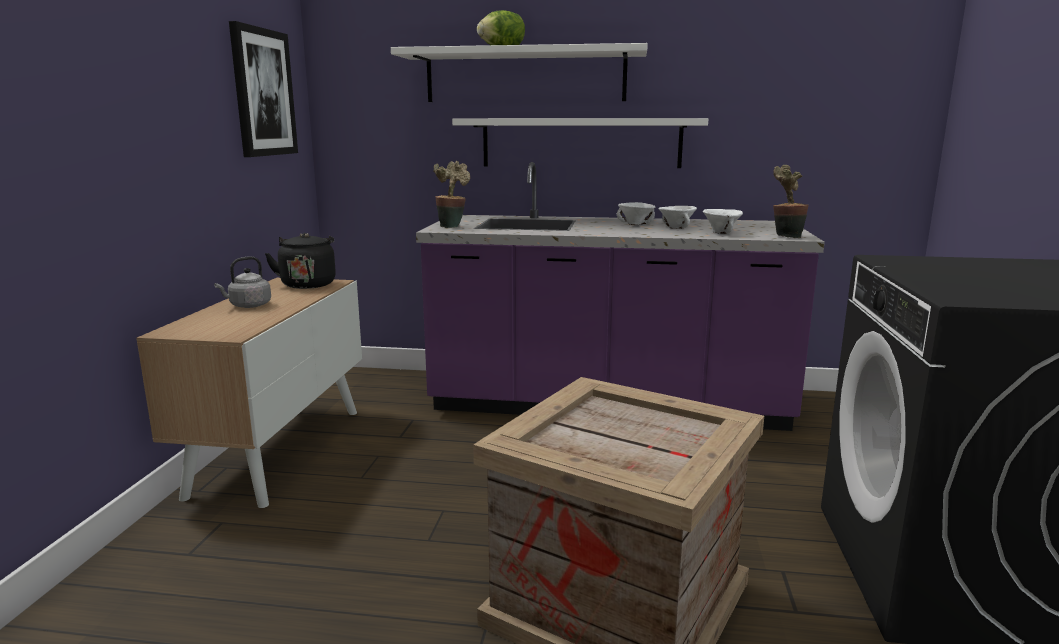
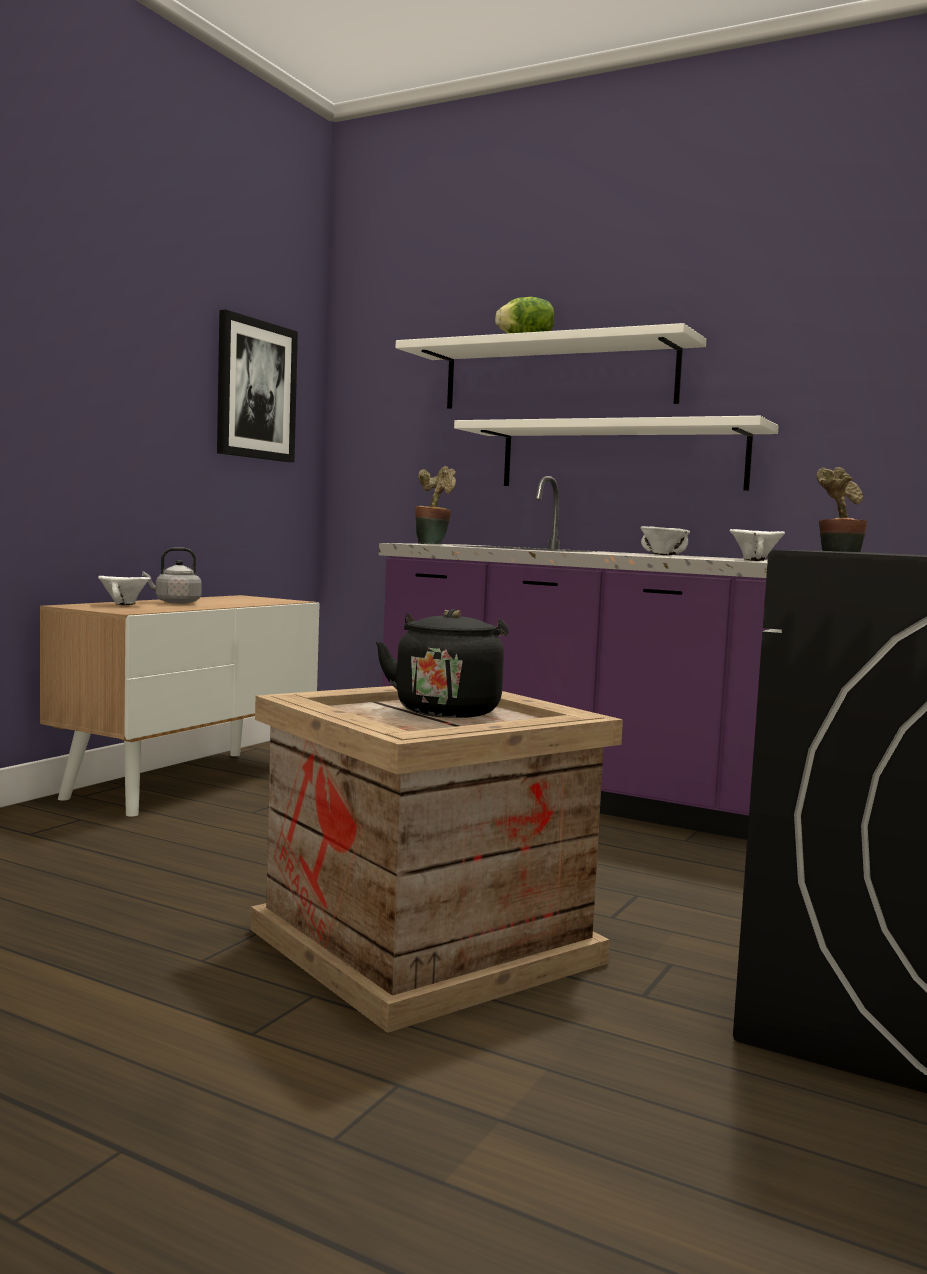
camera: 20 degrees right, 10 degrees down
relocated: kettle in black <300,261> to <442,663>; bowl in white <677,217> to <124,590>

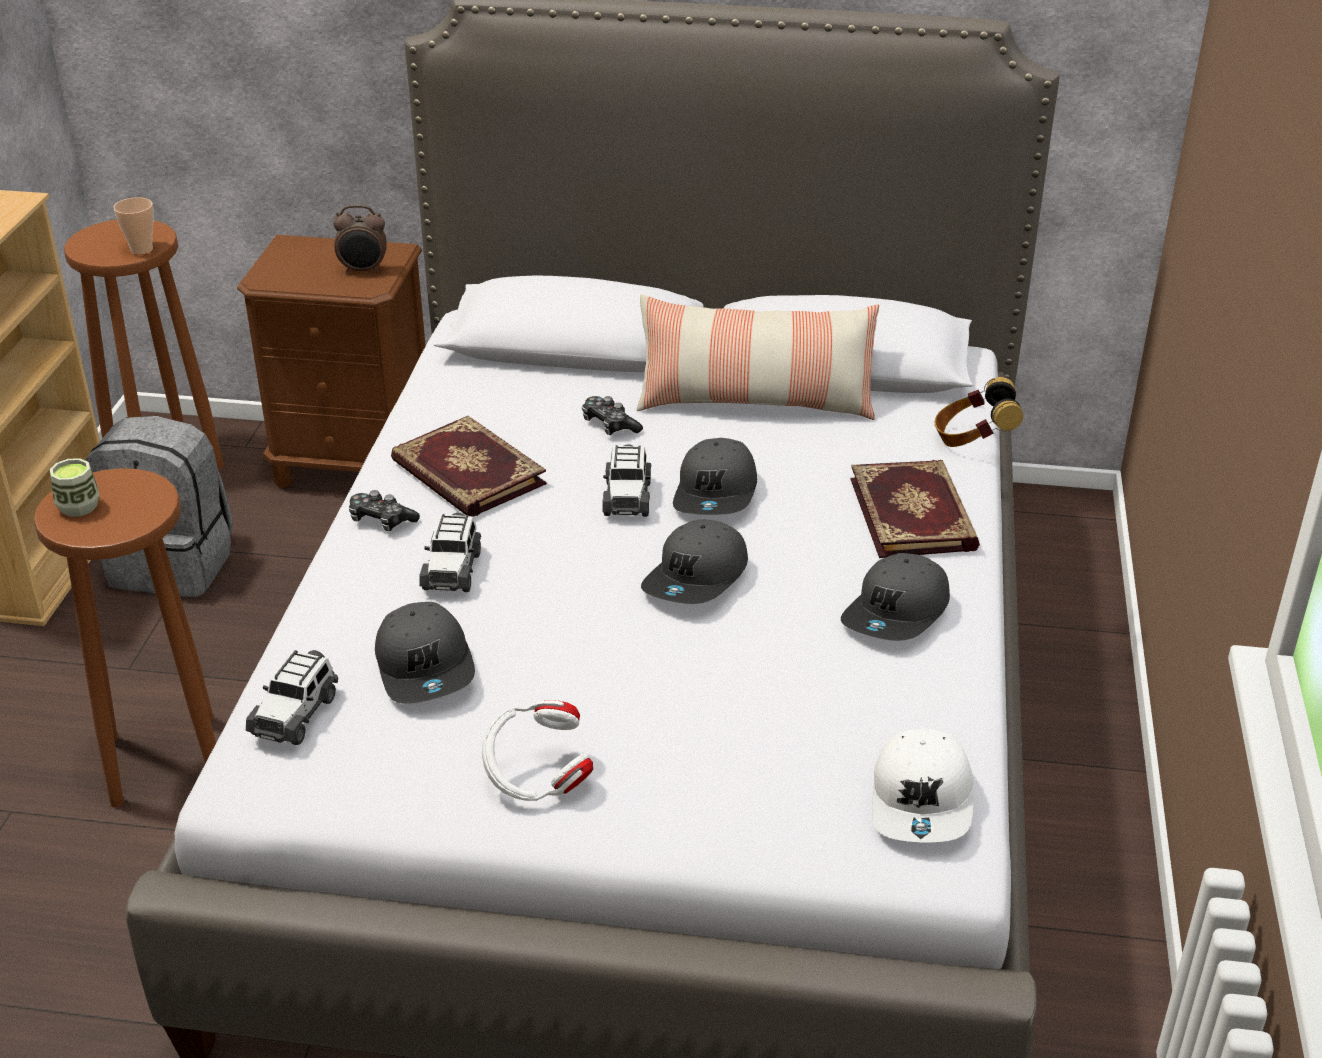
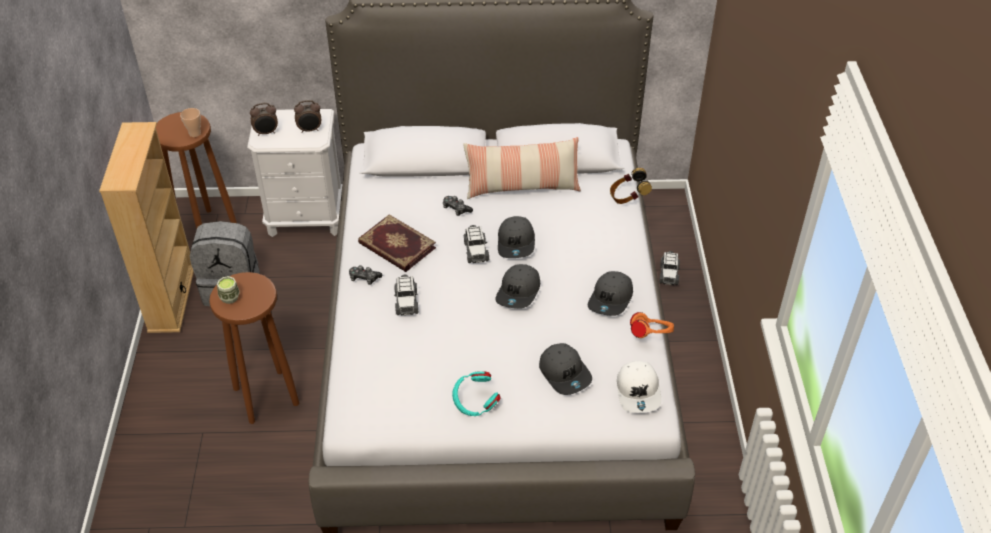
camera: 10 degrees left, 10 degrees up
missing: book <915,509>
appeared: alarm clock <264,119>; headphones in orange <652,325>
relocated: toy car <292,697> to <669,268>; cap in grey <425,653> to <565,369>
colour: nightstand in brown <331,362> to nightstand in white <294,173>; headphones in white <537,750> to headphones in turquoise <476,393>

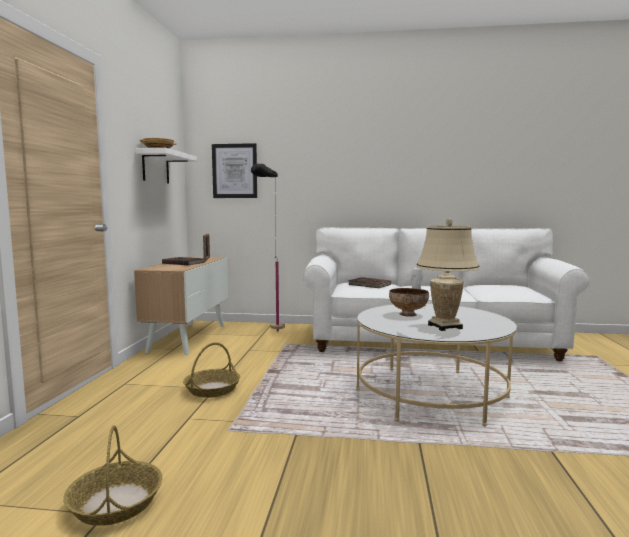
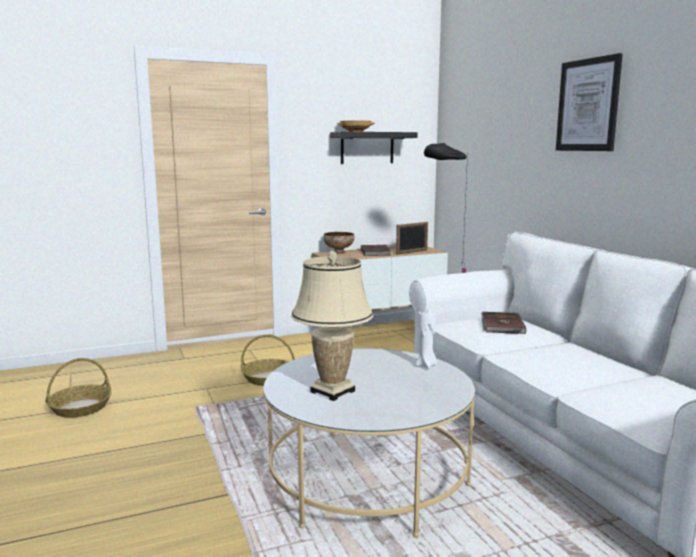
camera: 60 degrees right, 5 degrees up
relocated: picture <234,170> to <589,102>; bowl <409,302> to <339,243>
colour: shelf in white <166,166> to shelf in black <373,148>

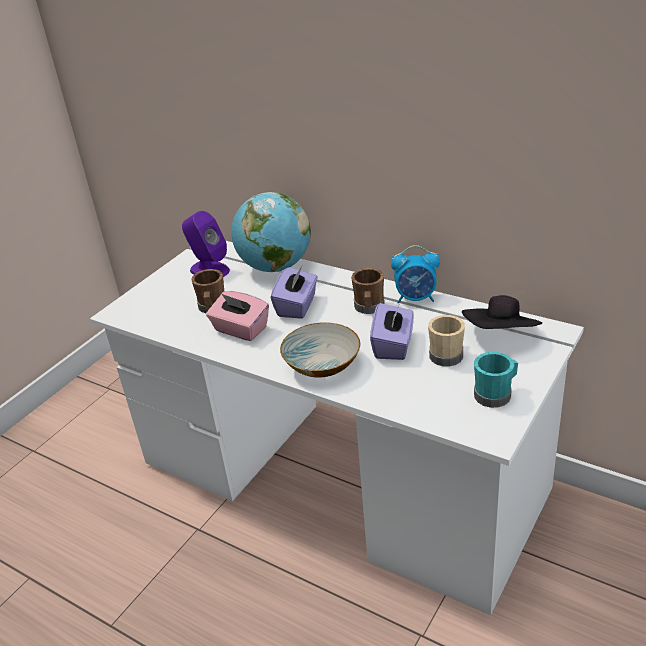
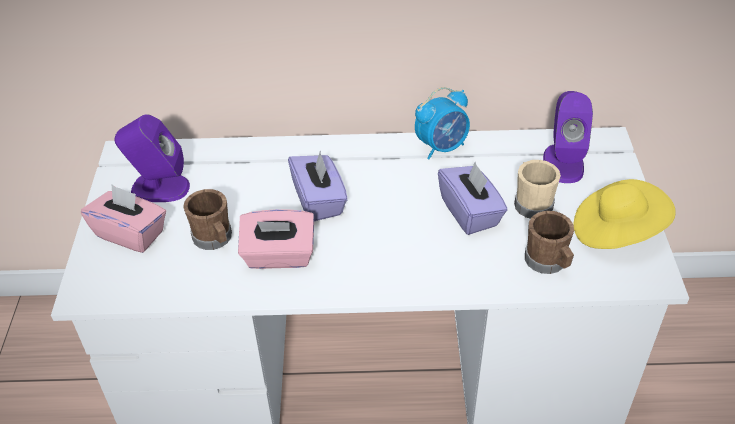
camera: 35 degrees left, 10 degrees up
missing: globe <271,232>; bowl <320,349>
appeared: tissue box in pink <123,219>
relocated: mug in brown <368,291> to <549,242>
exchanged: hat in black <502,312> to speaker in purple <568,137>; mug in turquoise <496,380> to hat in yellow <625,214>

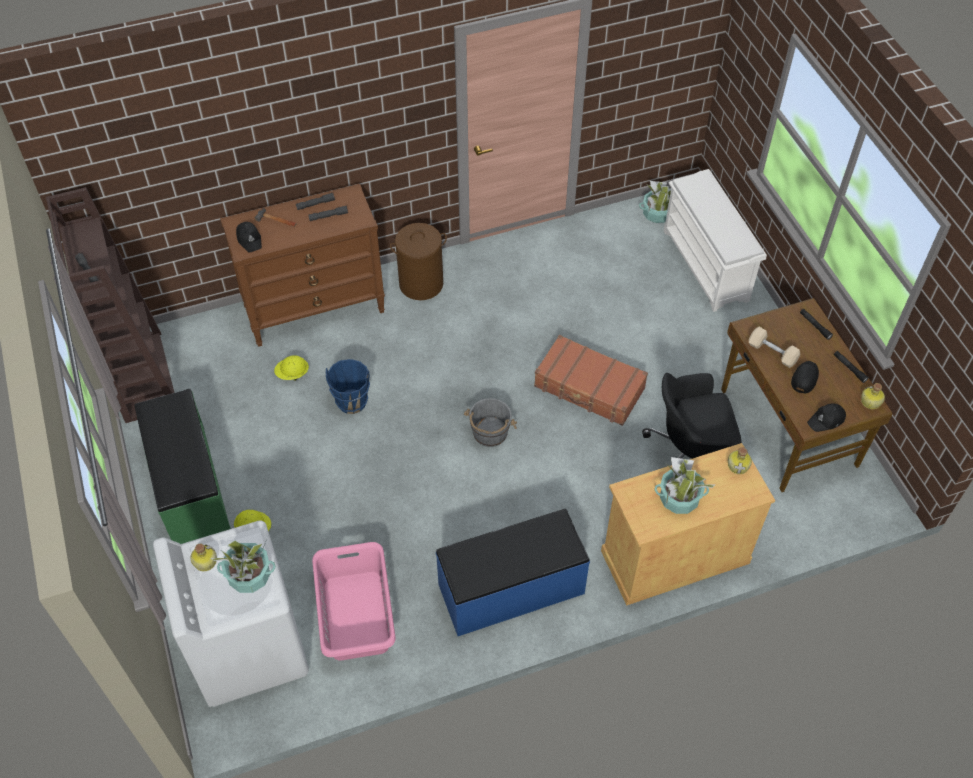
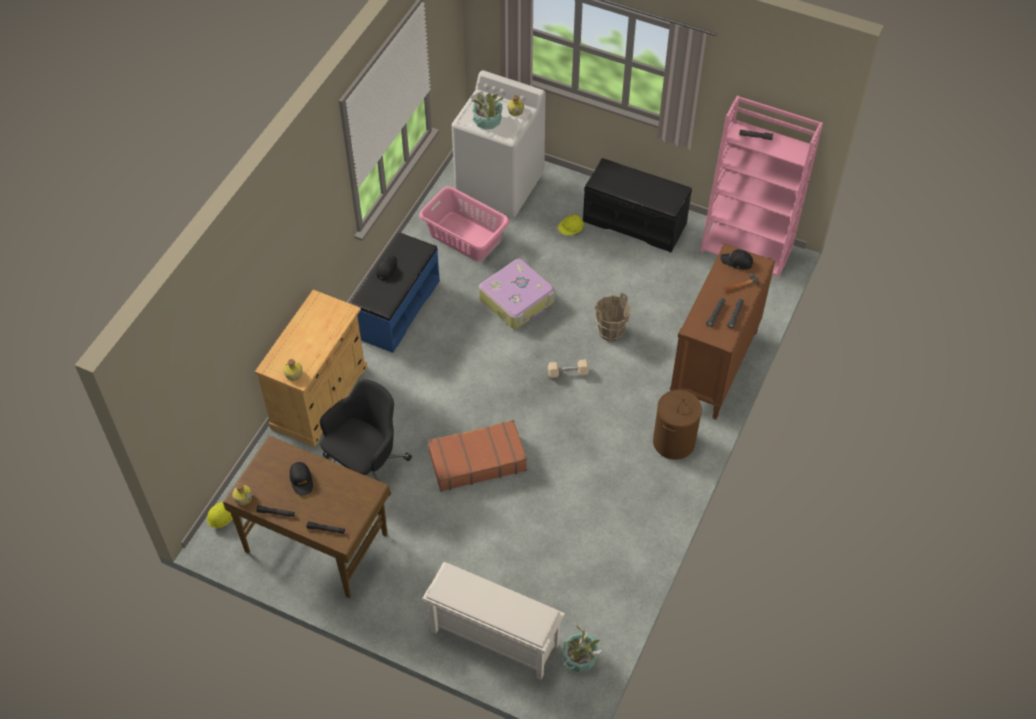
camera: 135 degrees right, 0 degrees up
missing: bucket in grey <490,422>; potted plant <684,485>
appeared: suitcase <517,294>
relocated: hard hat in yellow <291,368> to <220,515>; dumbbell in beige <774,347> to <568,368>; cap in black <826,417> to <386,268>
colour: bookcase in brown <110,305> to bookcase in pink <761,187>; bench in green <182,466> to bench in black <637,205>; bucket in blue <348,386> to bucket in brown <613,316>

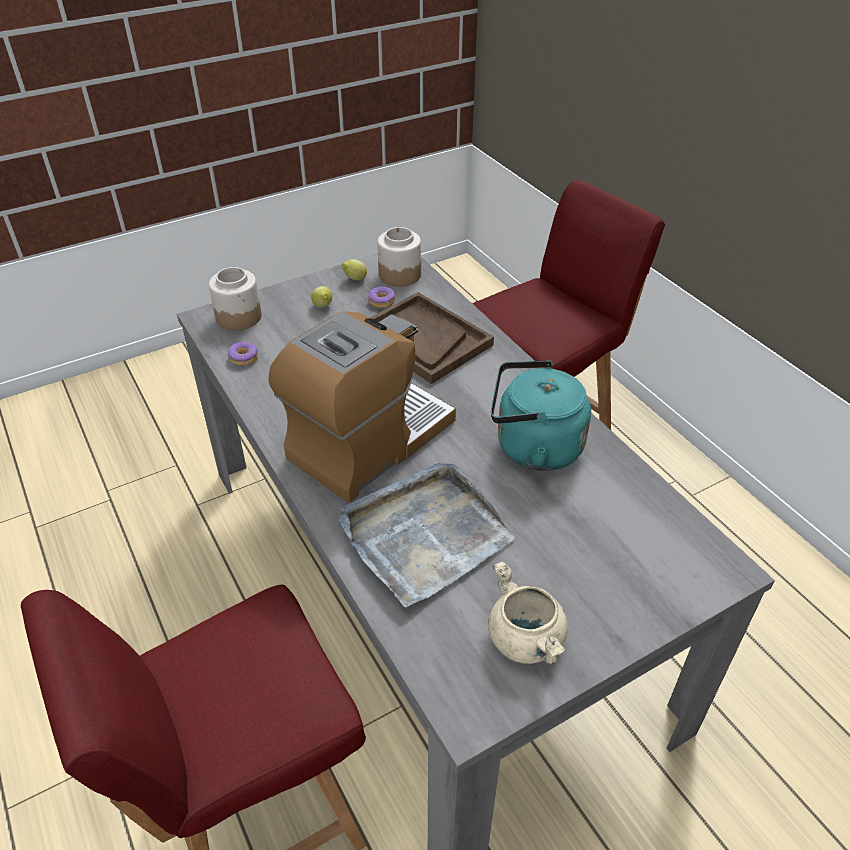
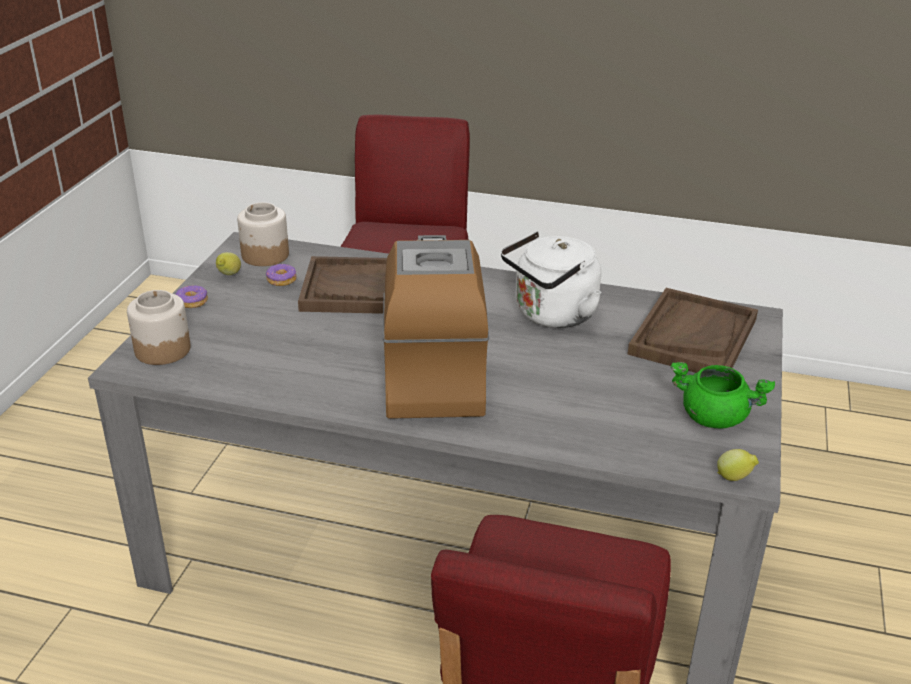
camera: 45 degrees left, 10 degrees down
missing: tray in grey <427,535>
appeared: tray in brown <692,330>
relocated: donut <243,354> to <191,296>; lemon <322,297> to <738,465>
colour: cooking pot in beige <528,612> to cooking pot in green <723,395>; kettle in turquoise <541,415> to kettle in white <551,279>

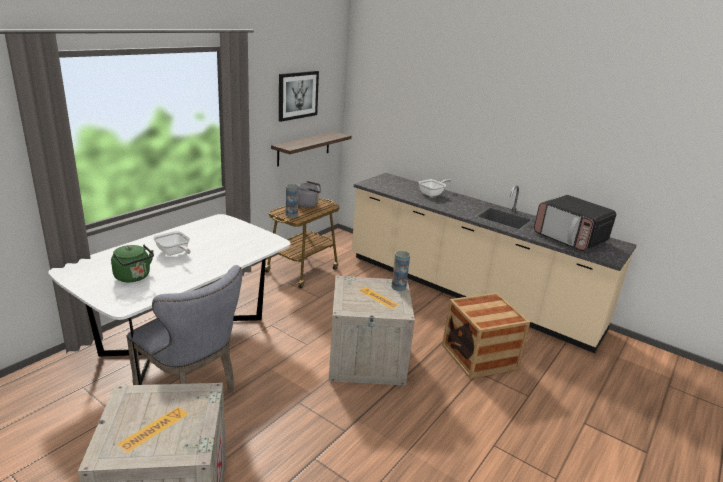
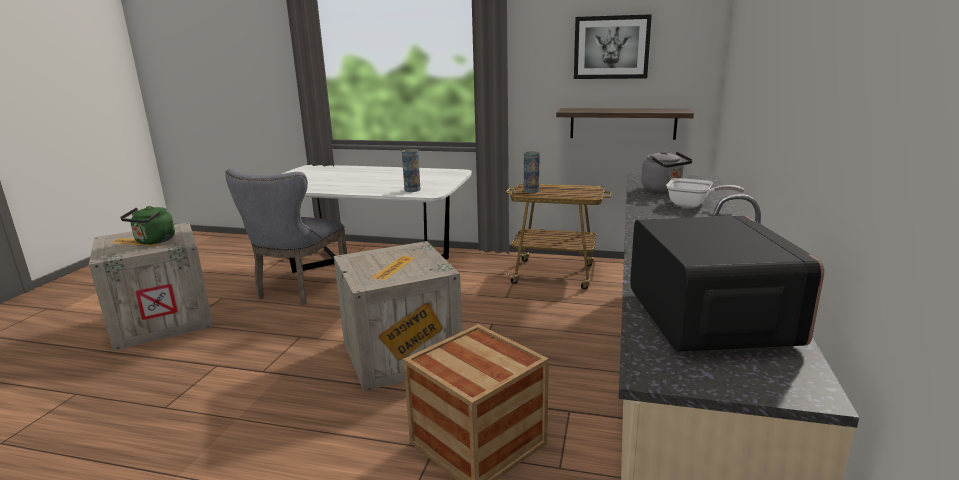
camera: 70 degrees right, 5 degrees down
missing: frying pan <172,243>
relocated: kettle in green <132,263> to <147,225>; kettle in grey <309,194> to <667,171>; vase <401,271> to <411,170>
spun: microwave <575,223> = <727,283> 150 degrees clockwise

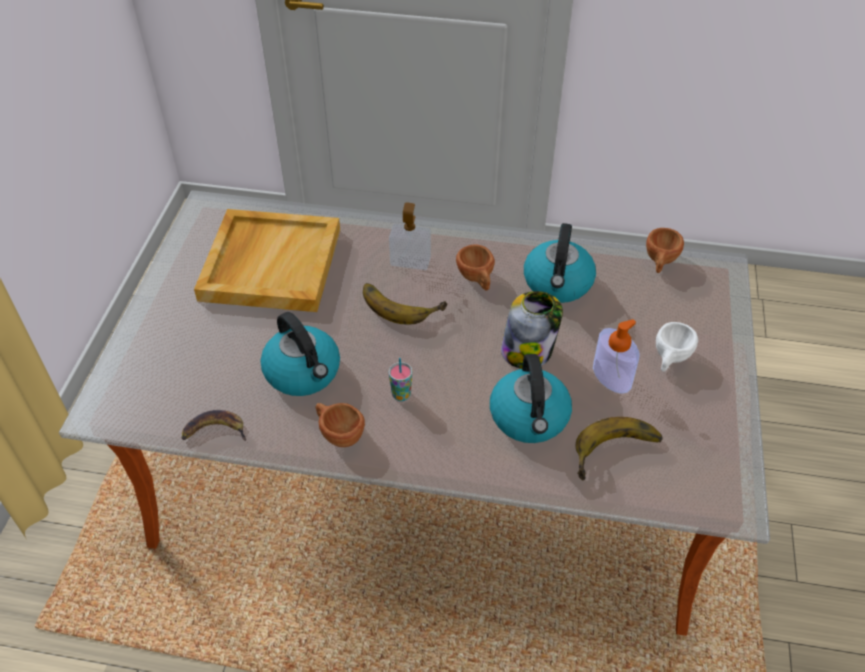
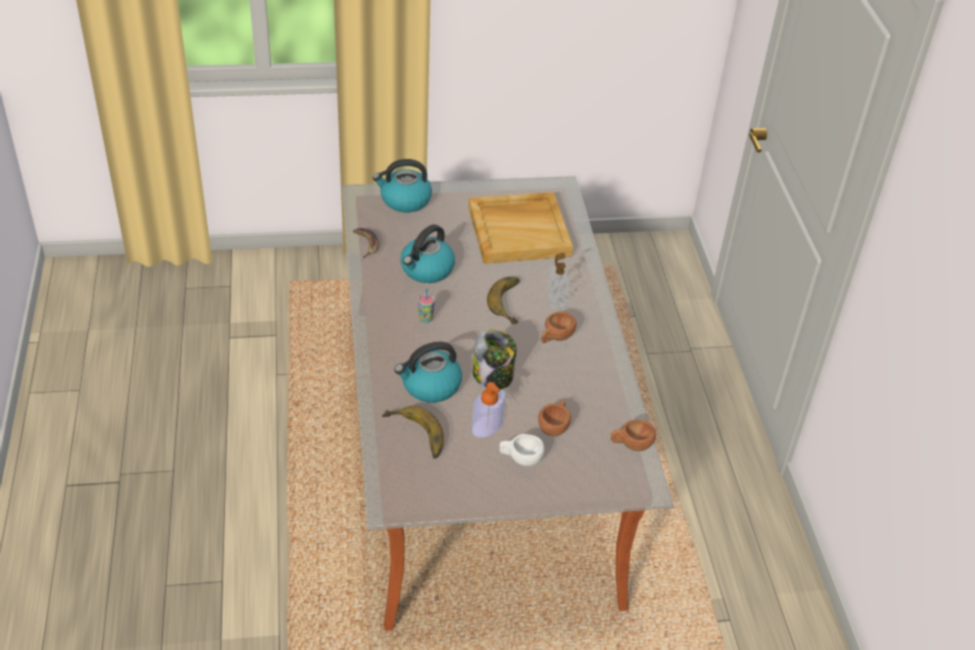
camera: 70 degrees right, 5 degrees down
relocated: cup in brown <340,425> to <554,418>; kettle <560,263> to <402,186>

